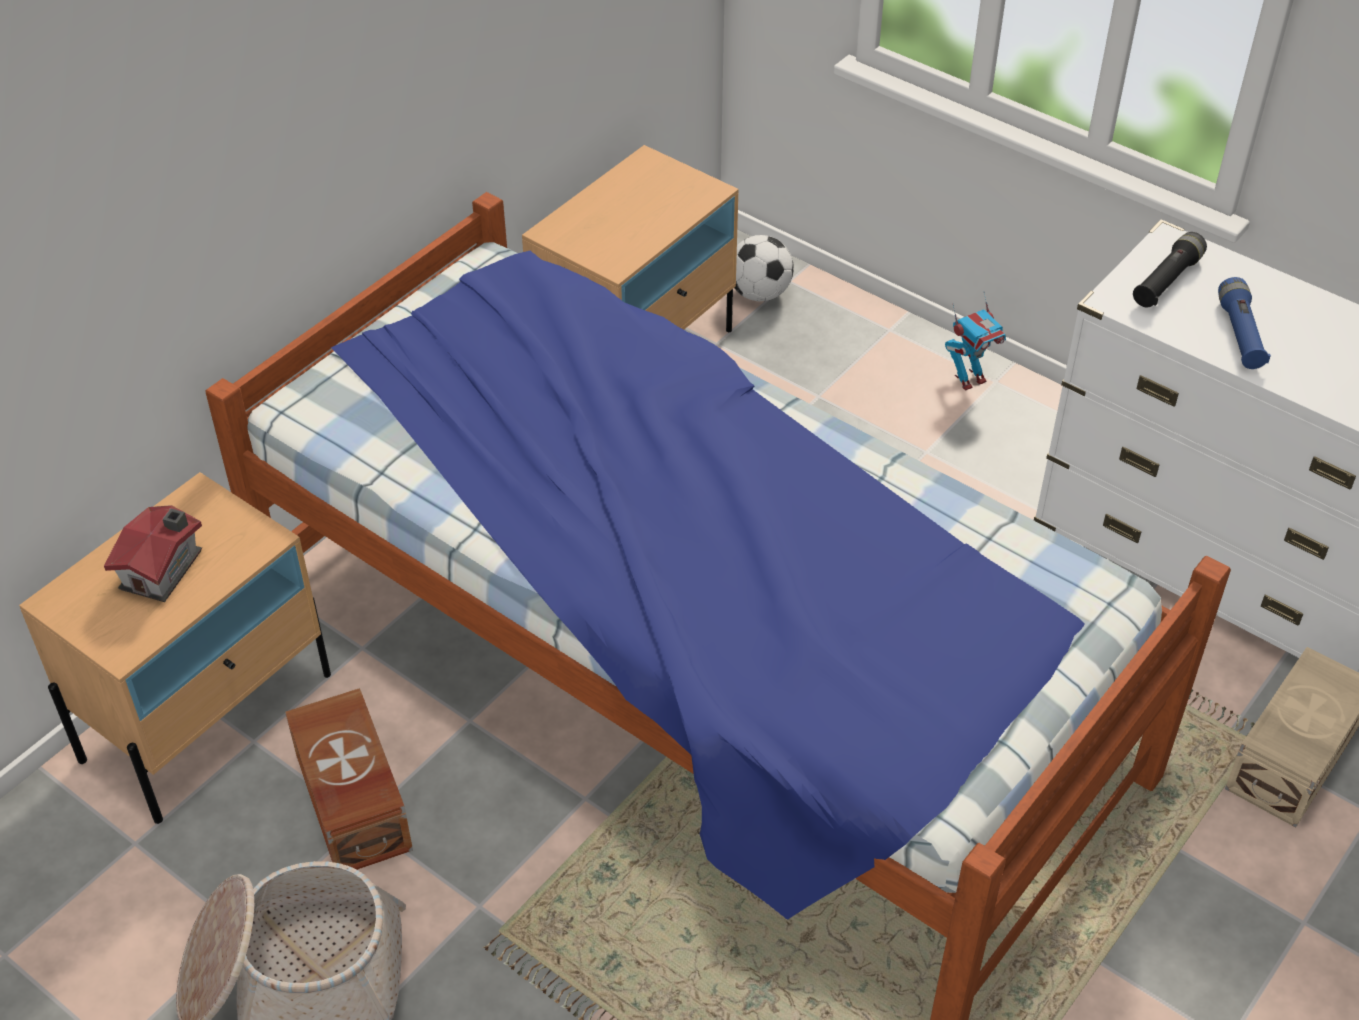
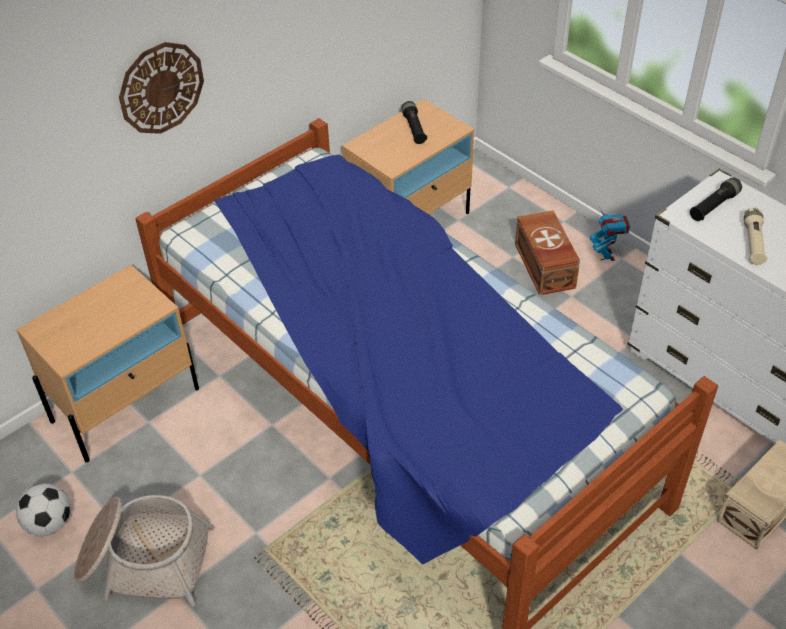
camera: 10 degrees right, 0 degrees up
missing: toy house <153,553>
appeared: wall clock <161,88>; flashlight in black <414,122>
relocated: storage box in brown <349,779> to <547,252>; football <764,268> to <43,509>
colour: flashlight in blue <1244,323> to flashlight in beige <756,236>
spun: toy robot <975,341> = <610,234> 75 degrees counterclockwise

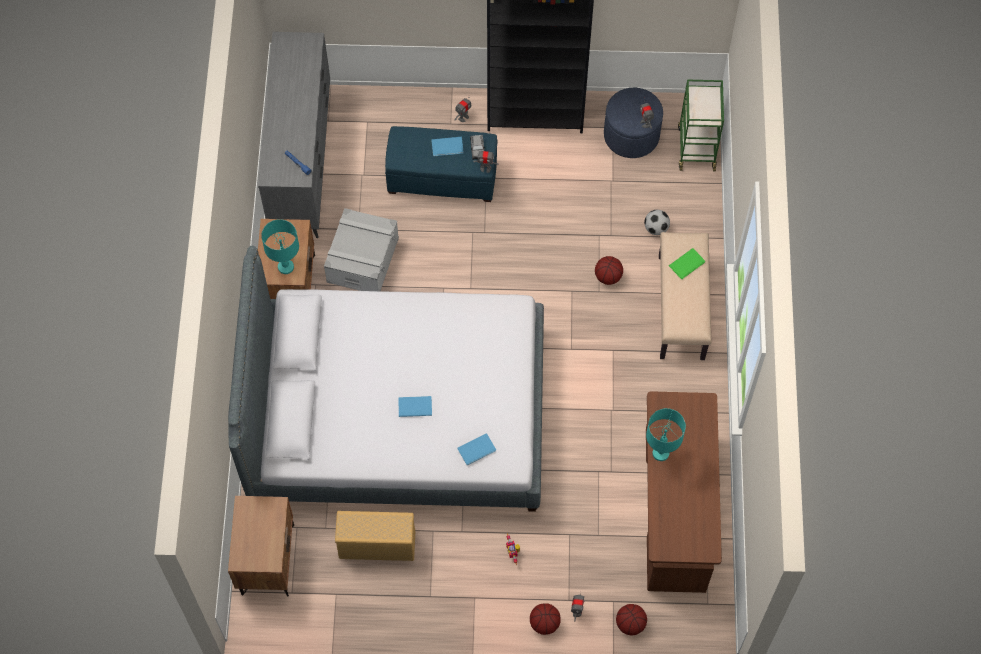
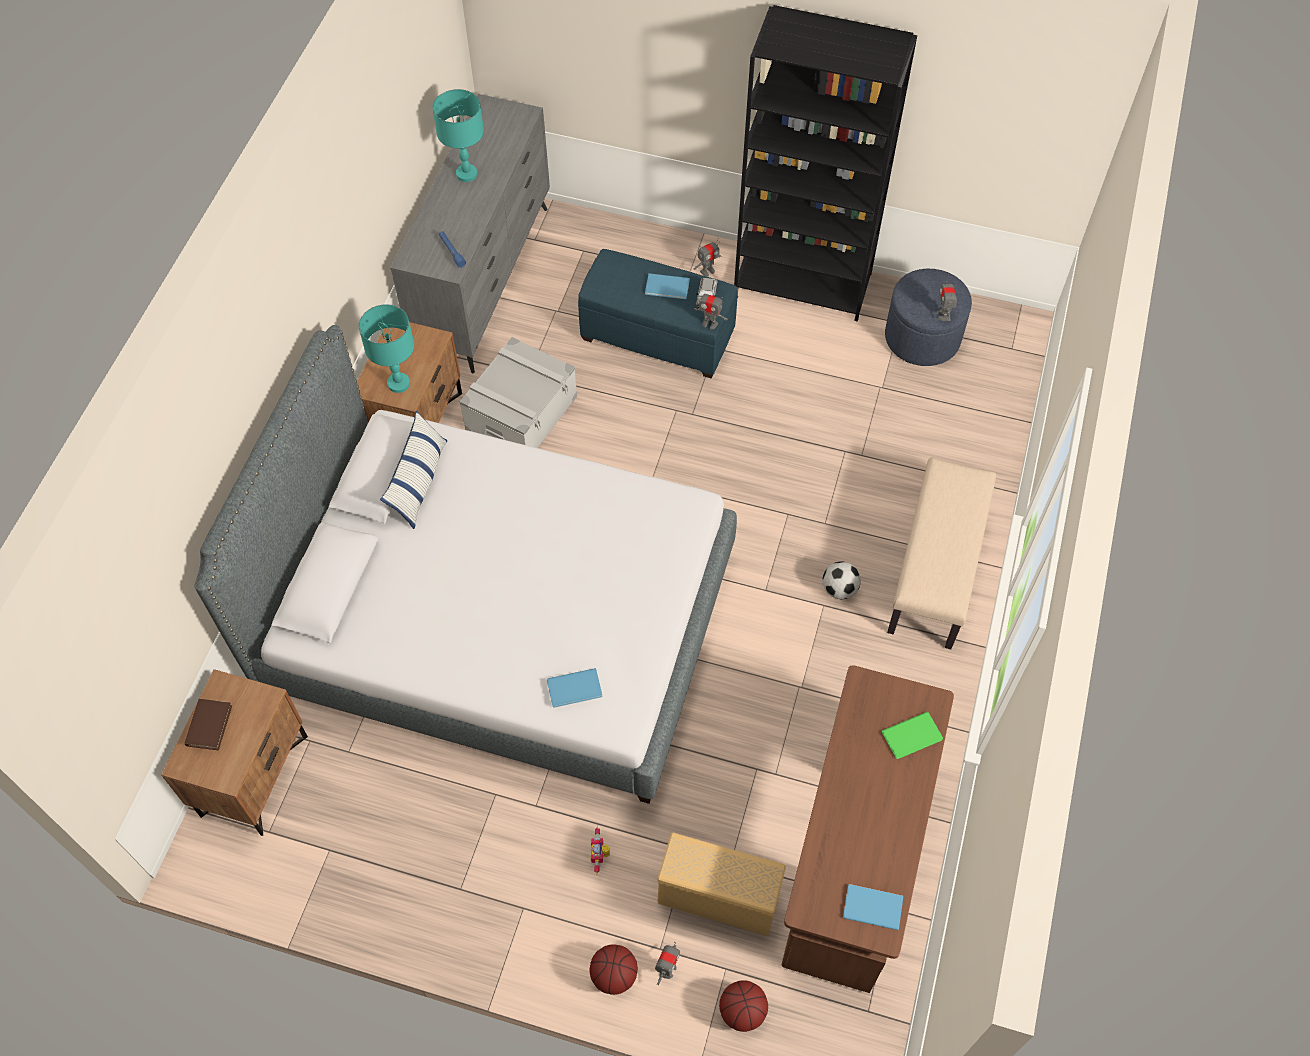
camera: 15 degrees right, 5 degrees down
missing: basketball <609,270>; cart in green <701,125>
appeared: book in brown <208,724>; pillow <413,470>
relocated: storage box in beige <375,536> to <721,884>; book in blue <415,406> to <873,907>; football <657,222> to <842,580>; table lamp in turquoise <666,434> to <458,135>; book in green <687,263> to <912,735>

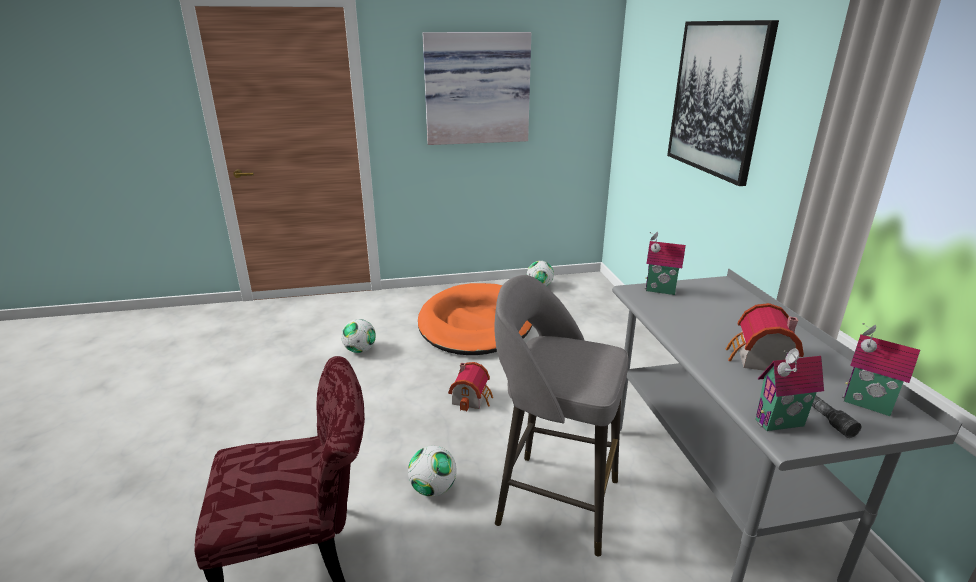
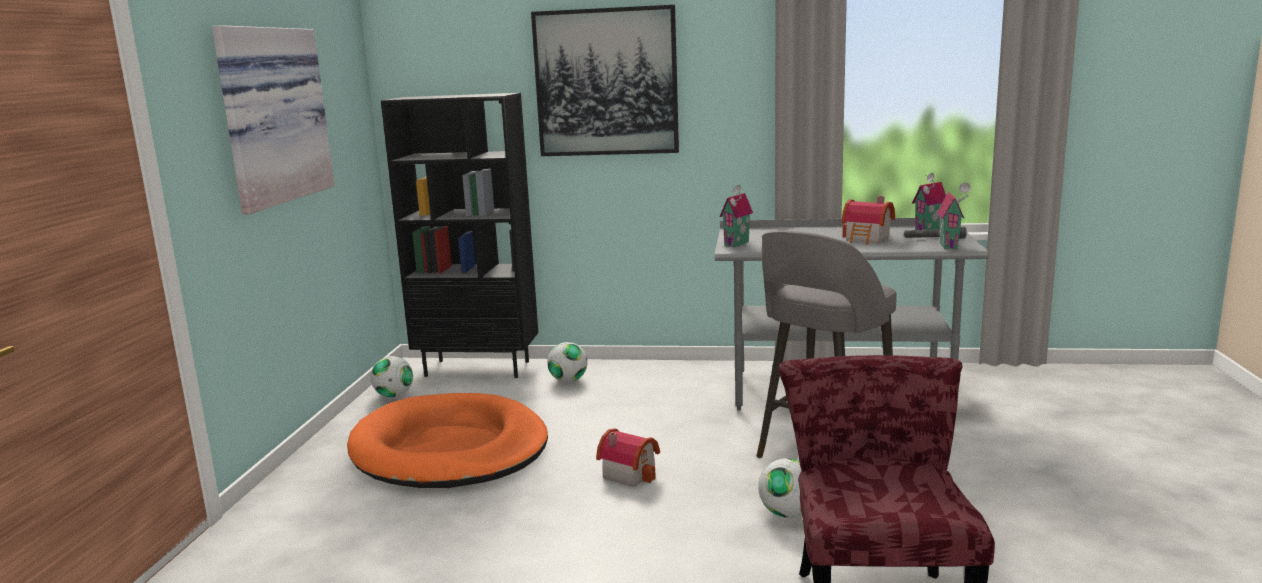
camera: 70 degrees left, 10 degrees down
appeared: bookcase in black <459,235>
relocated: football <358,336> to <567,362>

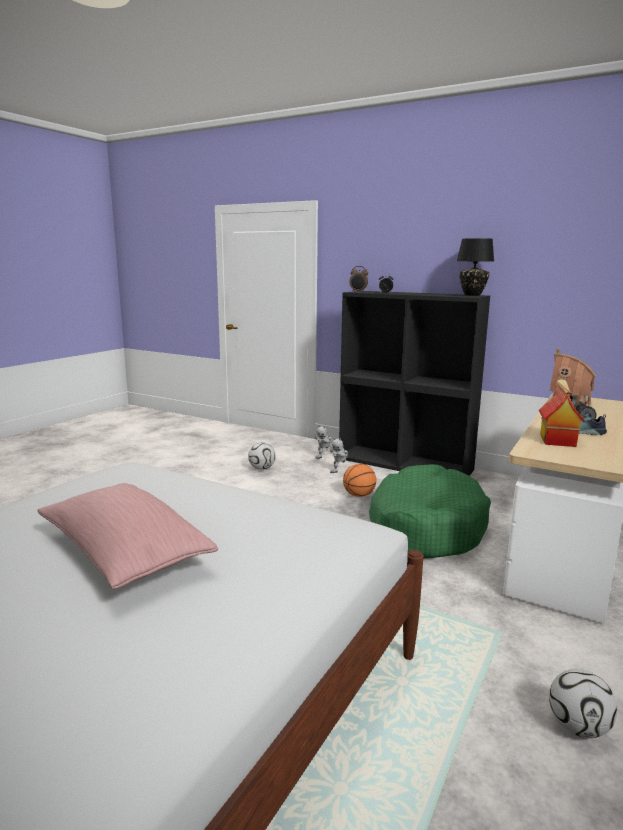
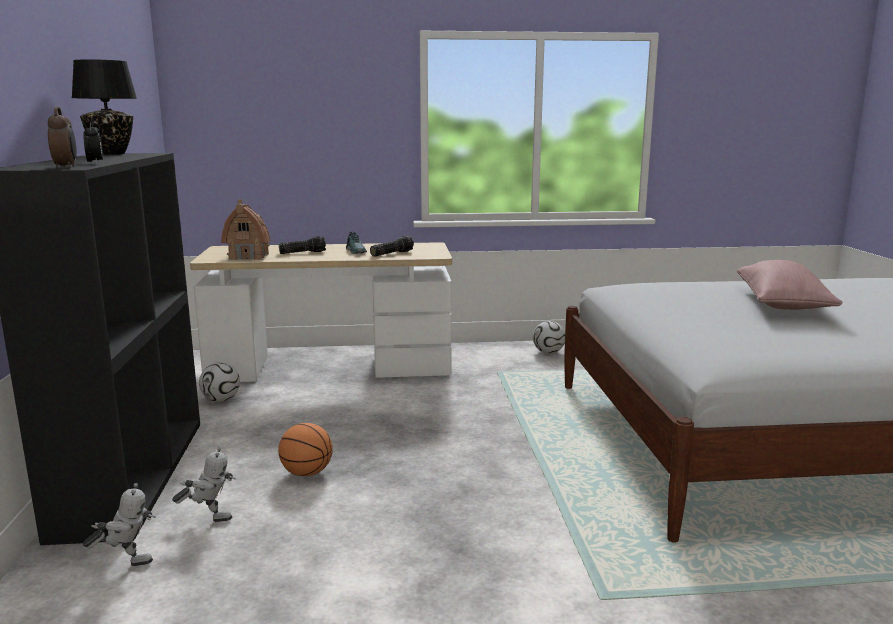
camera: 125 degrees left, 0 degrees up
missing: dog bed in green <430,511>
relocated: football <262,456> to <219,382>
exchanged: toy house <562,413> to flashlight <392,246>

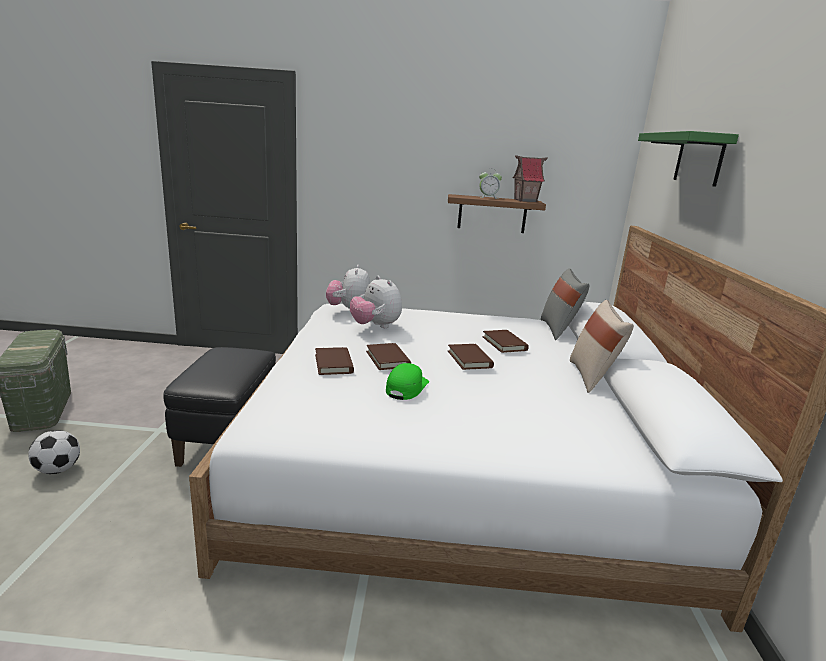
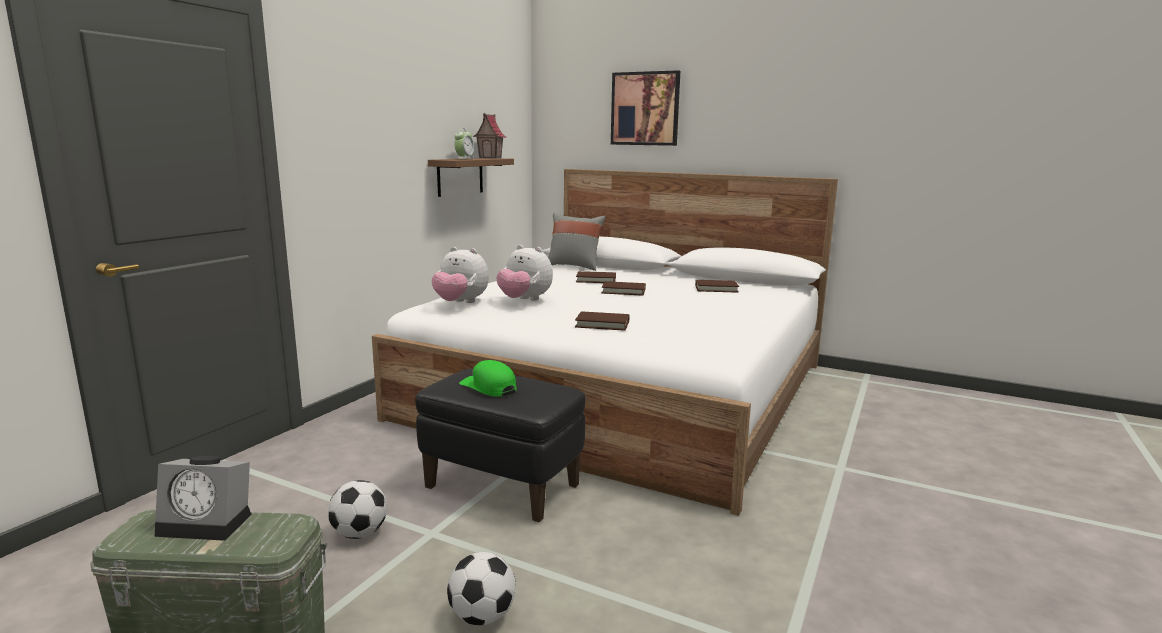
camera: 65 degrees left, 5 degrees down
missing: pillow in beige <602,346>
appeared: alarm clock <203,498>; football <357,509>
relocated: book in brown <388,356> to <717,286>; cap in green <407,381> to <488,378>
exchanged: shelf in green <688,159> to picture <645,108>
spun: plush toy <376,302> = <525,273> 45 degrees clockwise

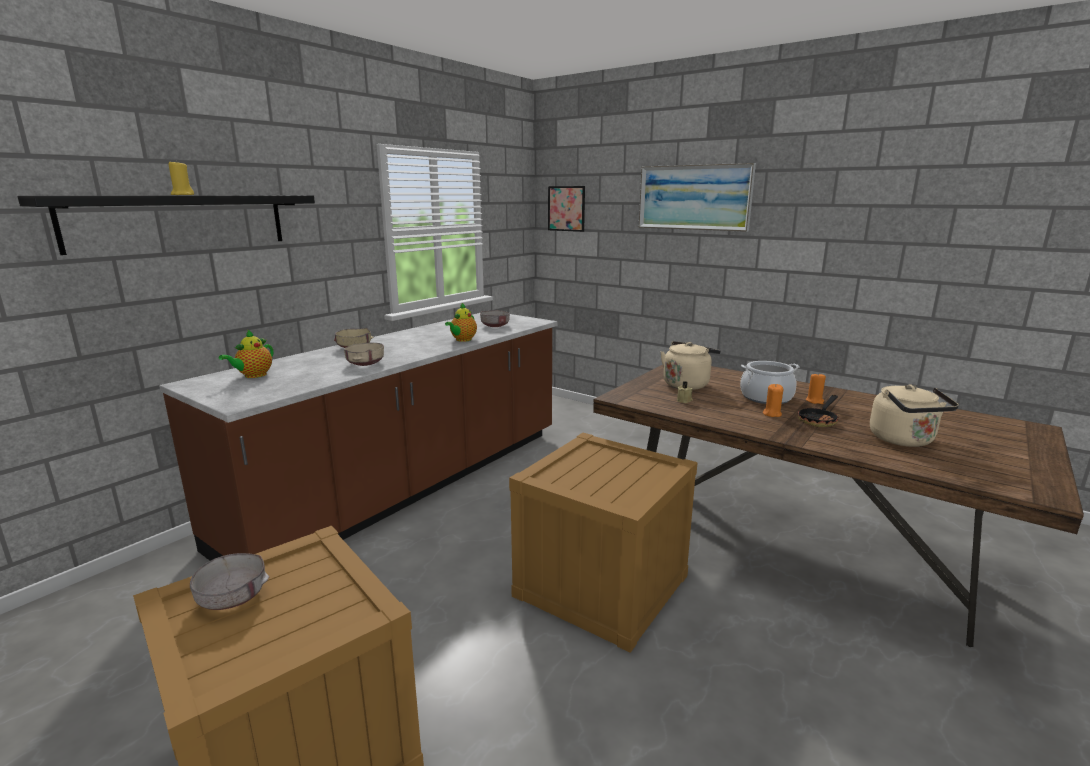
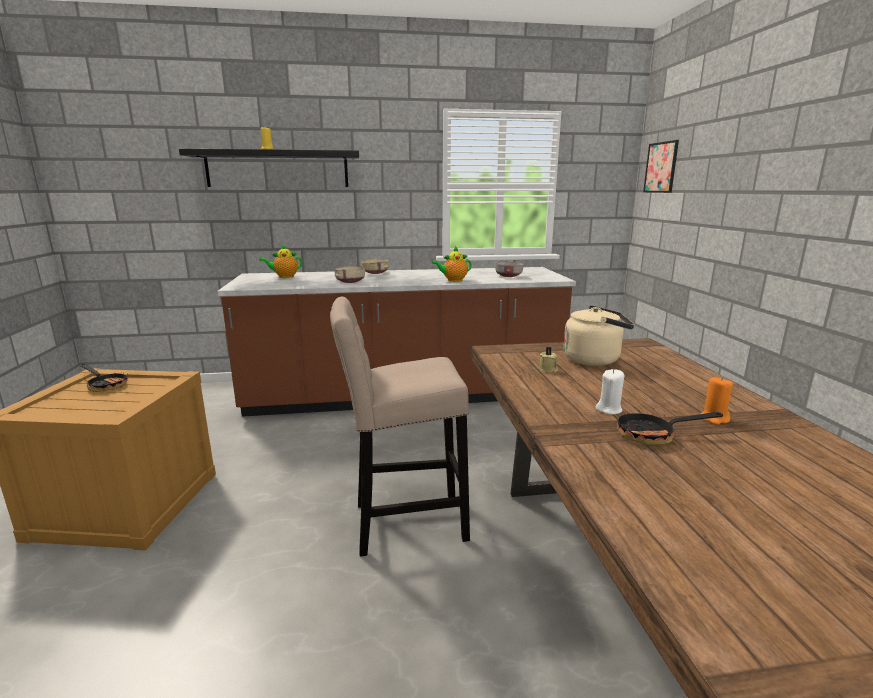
camera: 45 degrees right, 0 degrees up
missing: picture <697,197>; cooking pot <770,382>; kettle in beige <914,415>
exchanged: bowl in grey <229,581> to frying pan <104,378>; crate <603,543> to stool in beige <400,427>
colour: candle in orange <773,400> to candle in white <610,392>

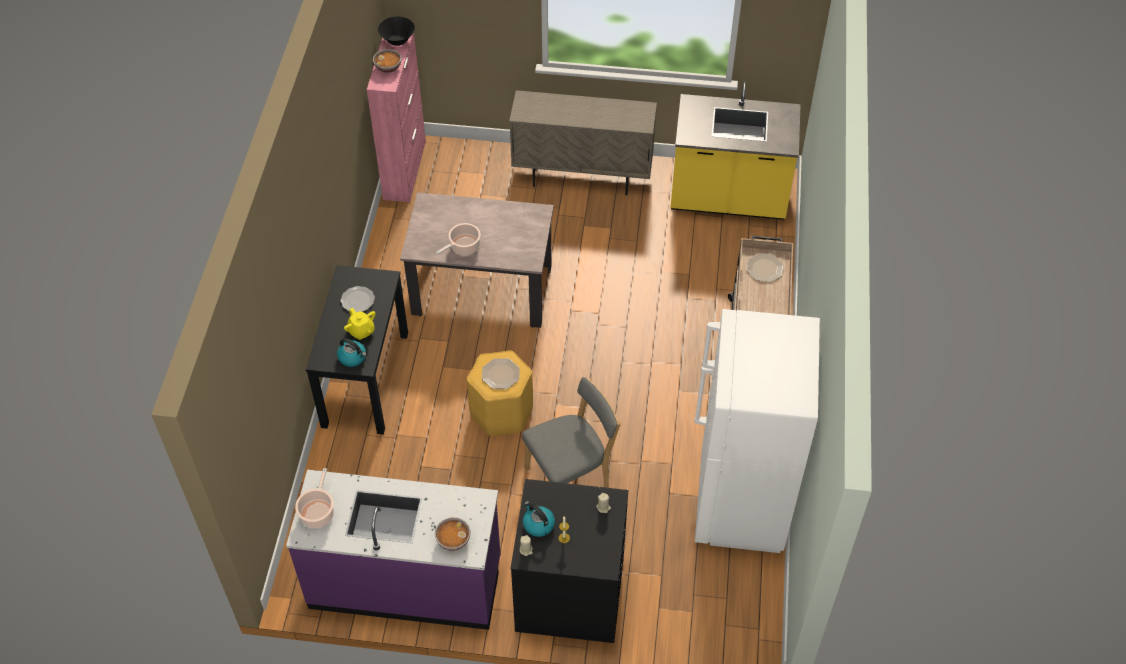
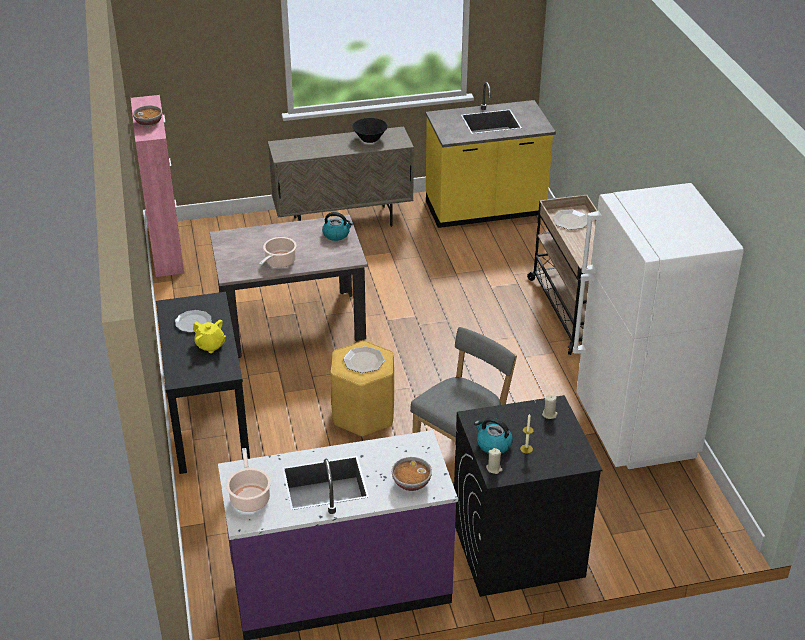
camera: 20 degrees left, 15 degrees down
relocated: kettle <352,352> to <337,226>; bowl in black <396,31> to <369,130>

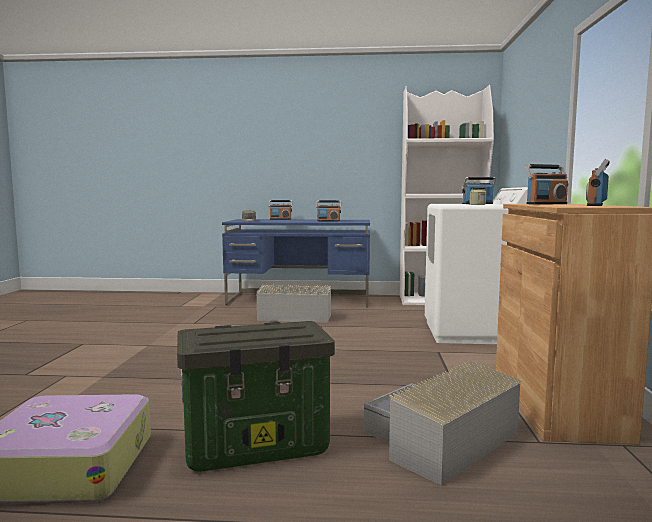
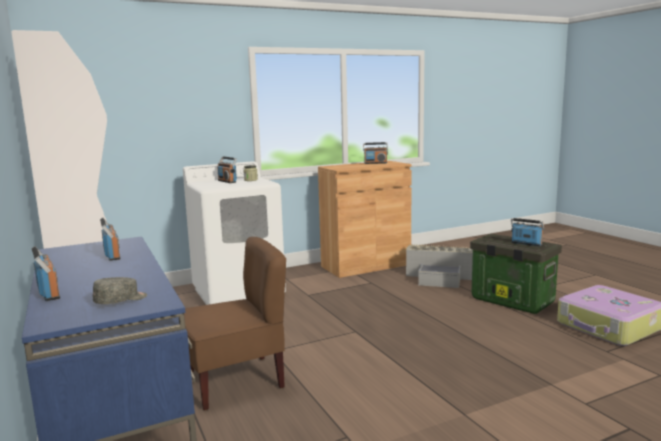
camera: 120 degrees left, 5 degrees up
relocated: radio <546,184> to <527,232>
exchanged: storage box in grey <294,302> to chair in brown <235,323>

